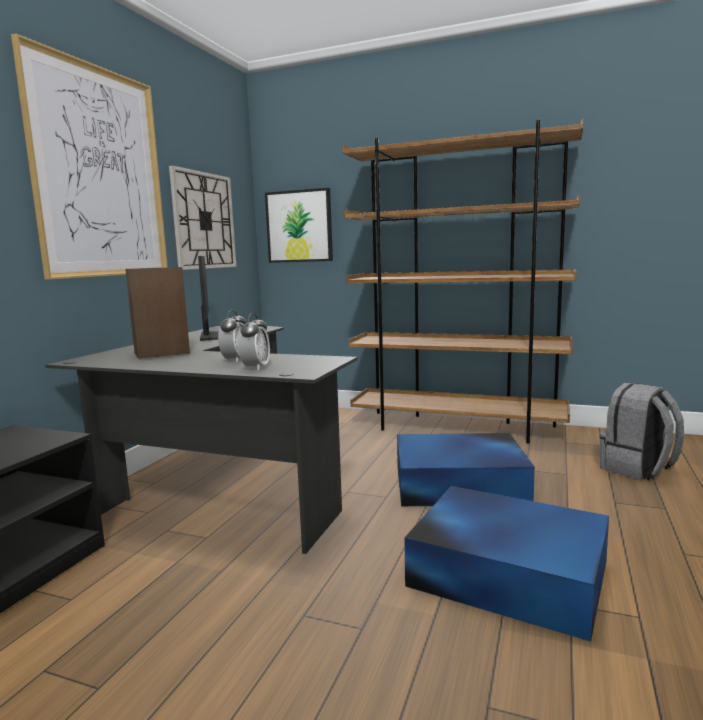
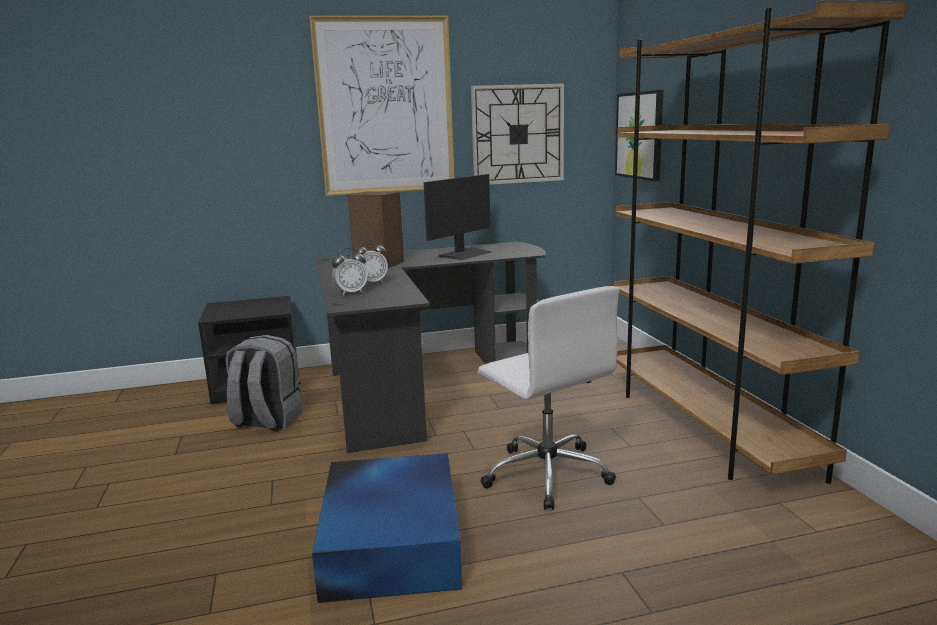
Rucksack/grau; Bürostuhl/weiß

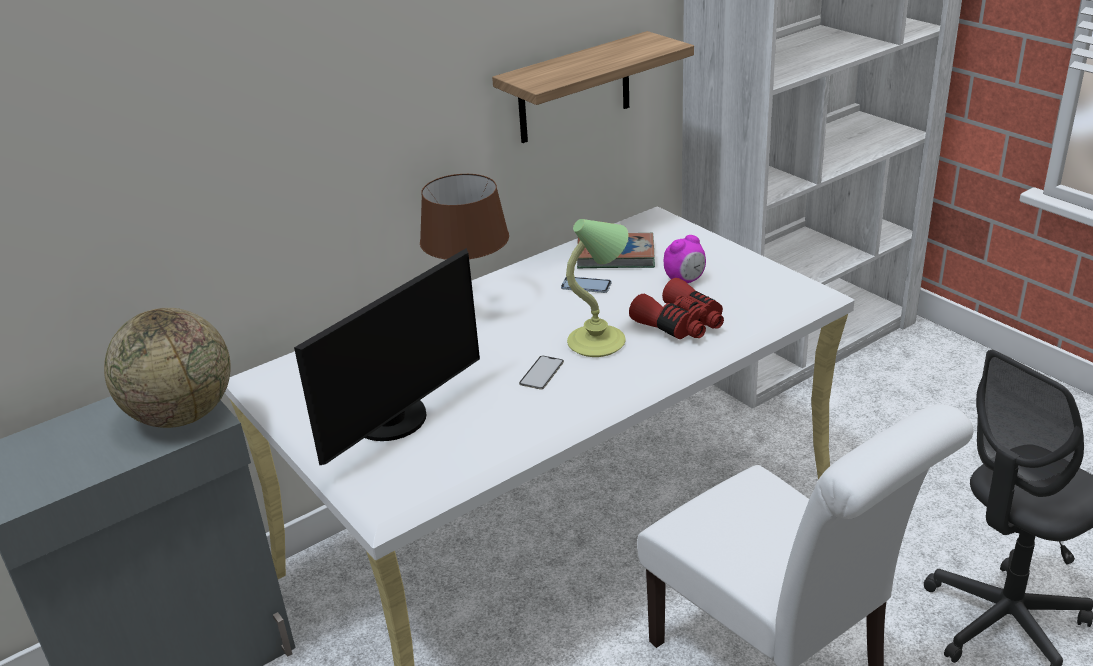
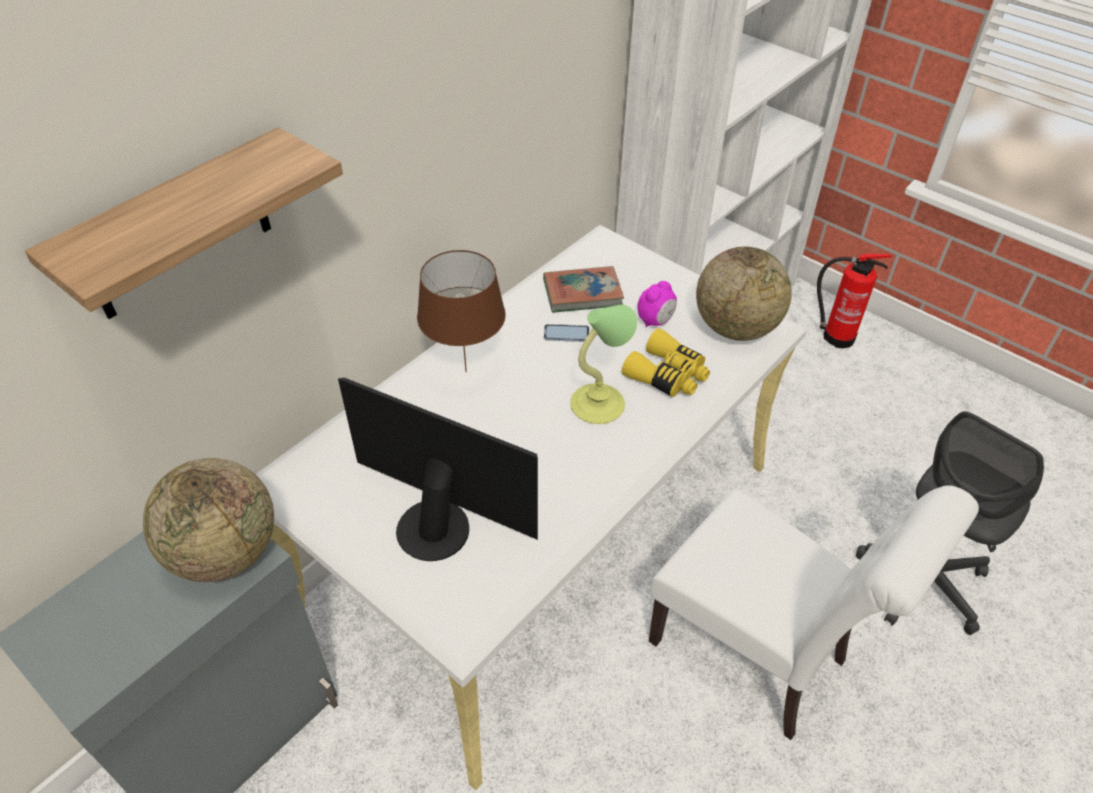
Wandregal; Monitor; Fernglas/gelb; Handy (1st from left in the first image); Globus (2nd from left); Feuerlöscher

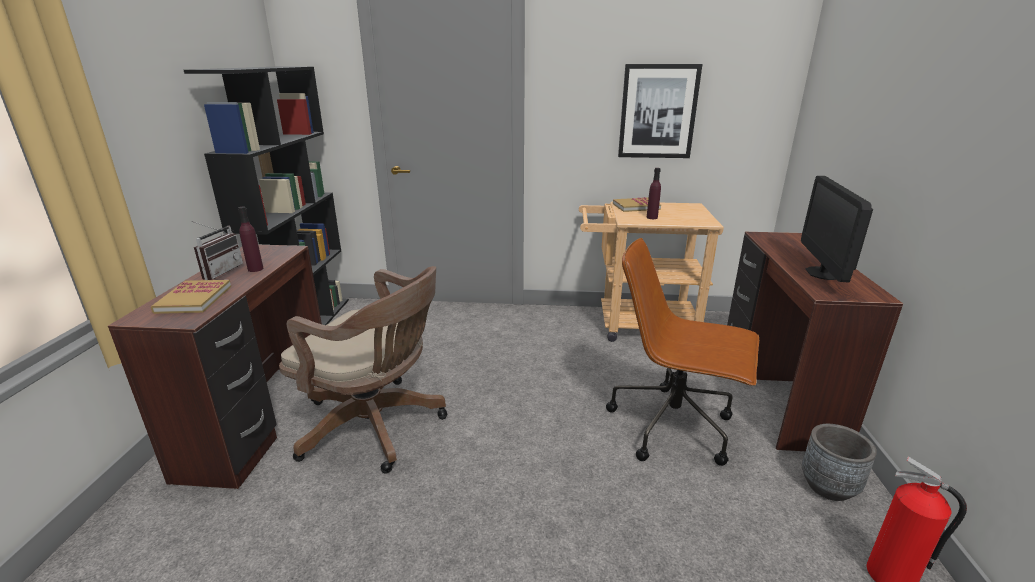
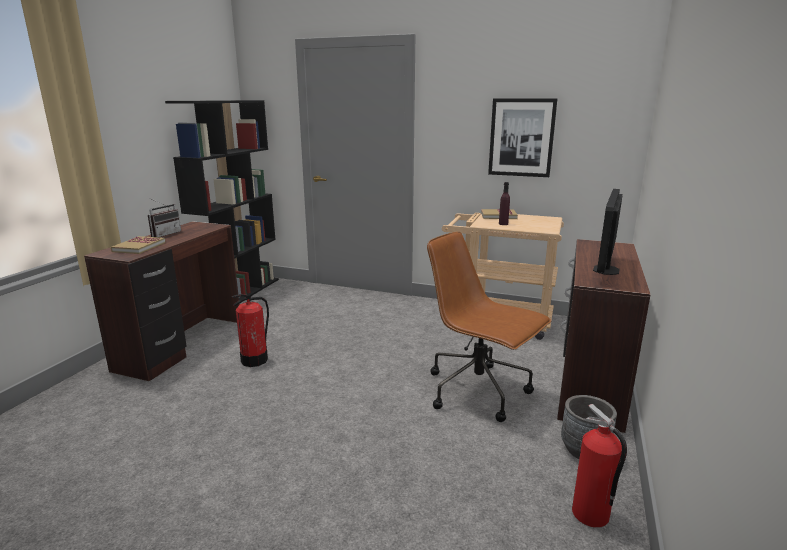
Flasche/lila (1st from left in the first image); Feuerlöscher (1st from left)

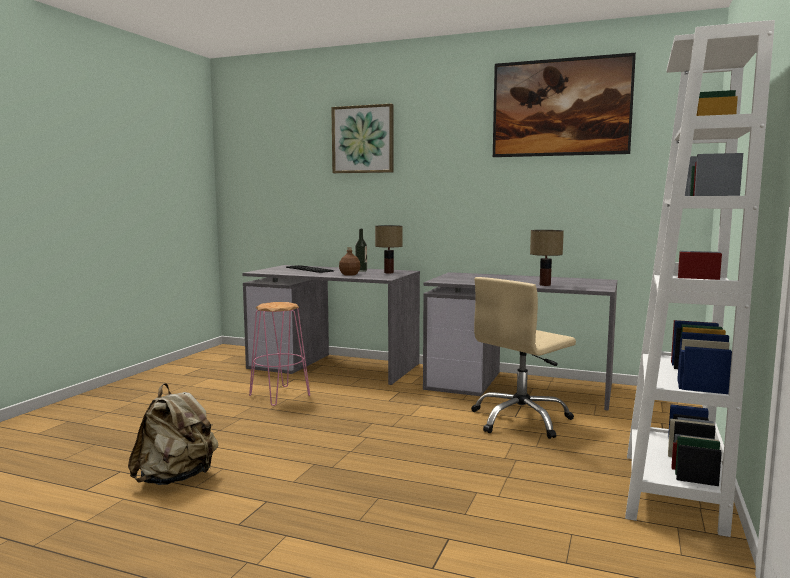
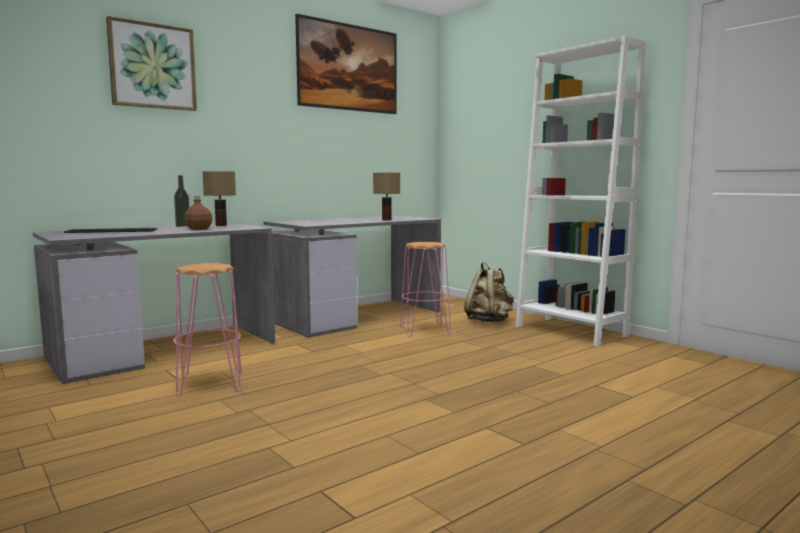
Hocker/rosa (2nd from left); Rucksack/beige

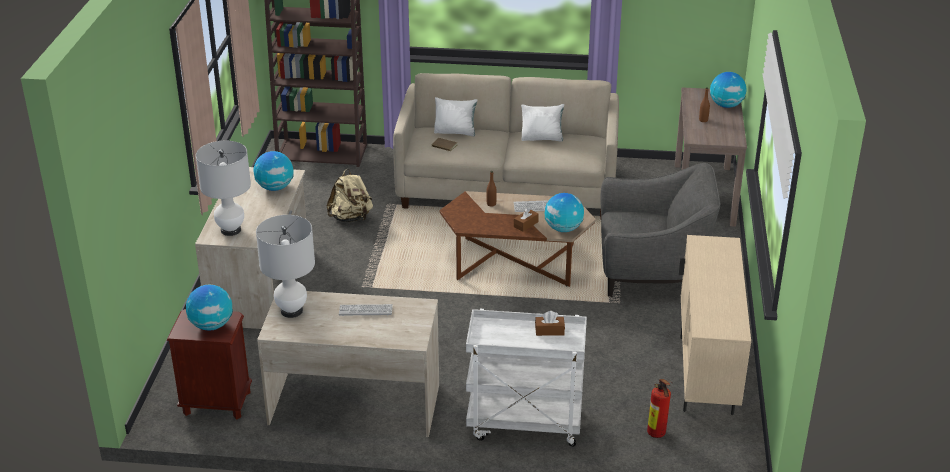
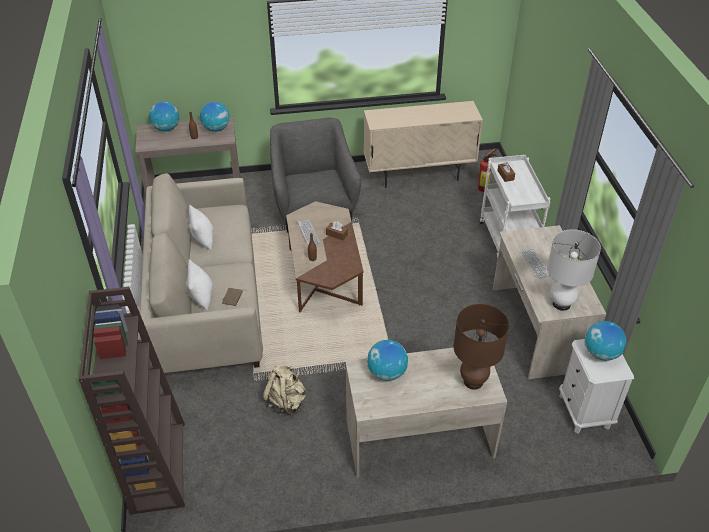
Tischlampe/braun; Globus (2nd from left); Nachttisch/weiß

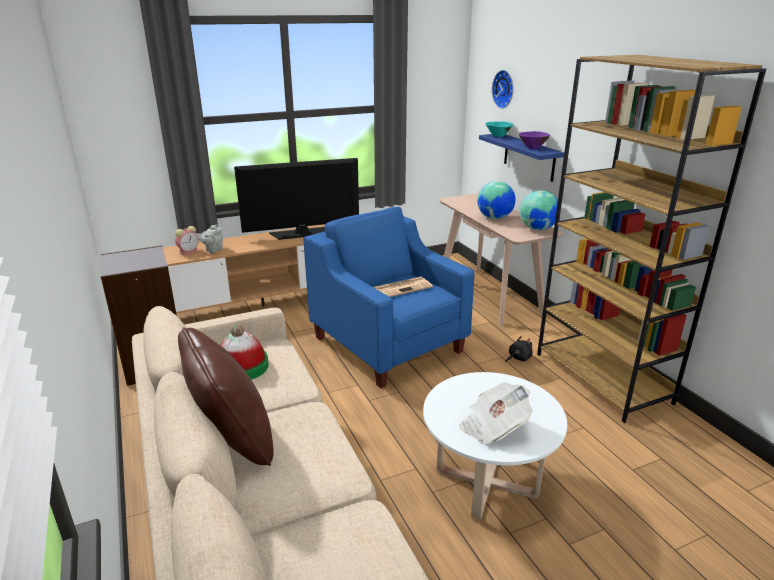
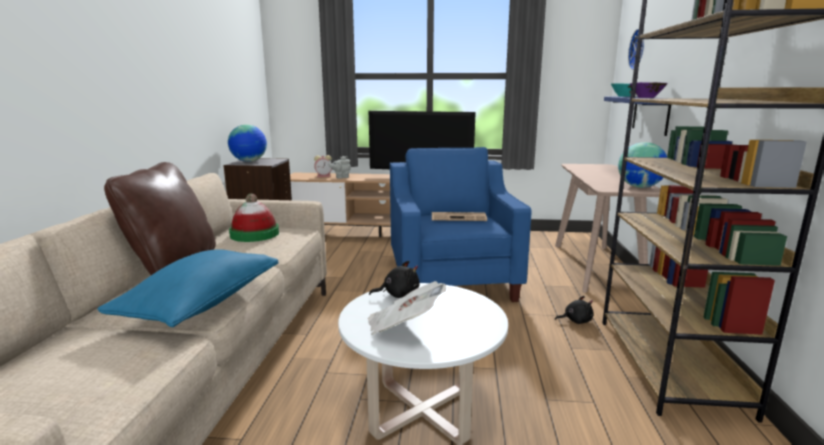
Globus (1st from left); Kissen/blau; Plüschtier/schwarz (1st from left)

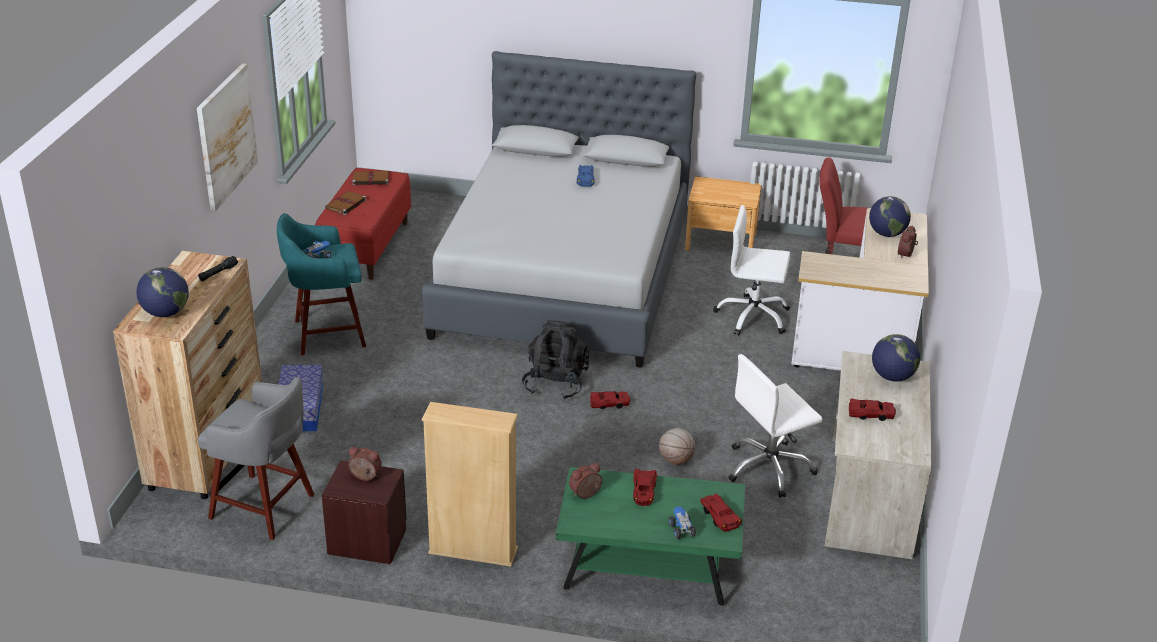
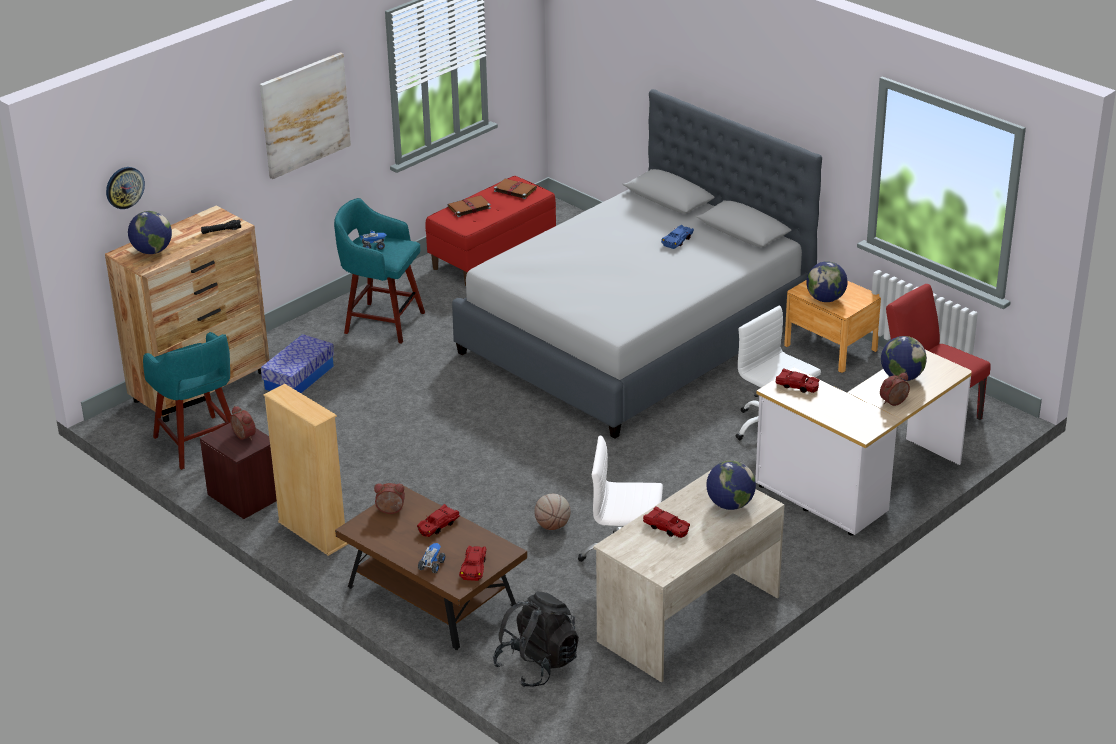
Rucksack/schwarz; Hocker/türkis (1st from left); Spielzeugauto/rot (4th from left); Couchtisch/braun; Wanduhr; Globus (3rd from left)

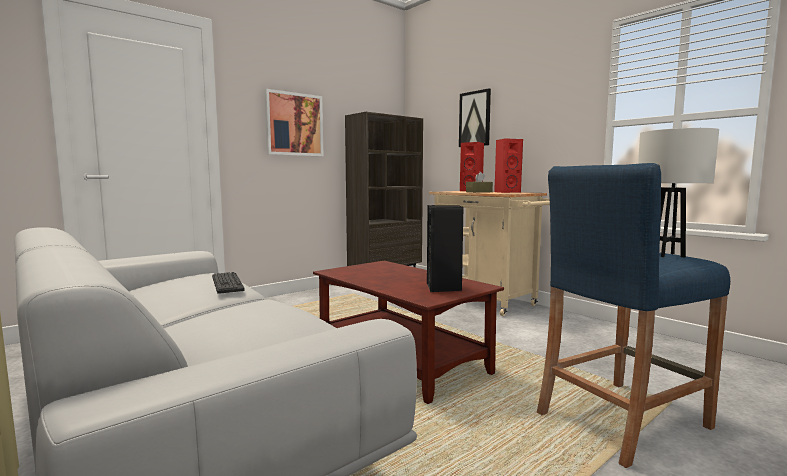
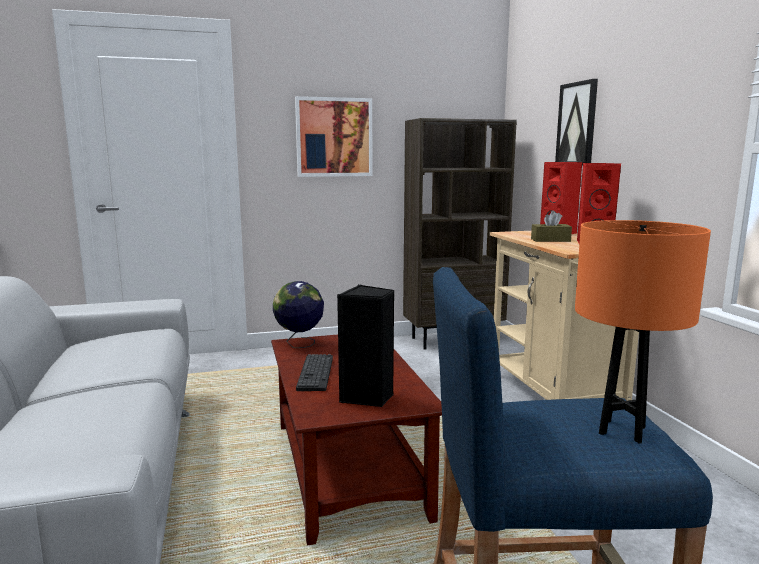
Tischlampe/orange; Tastatur; Globus

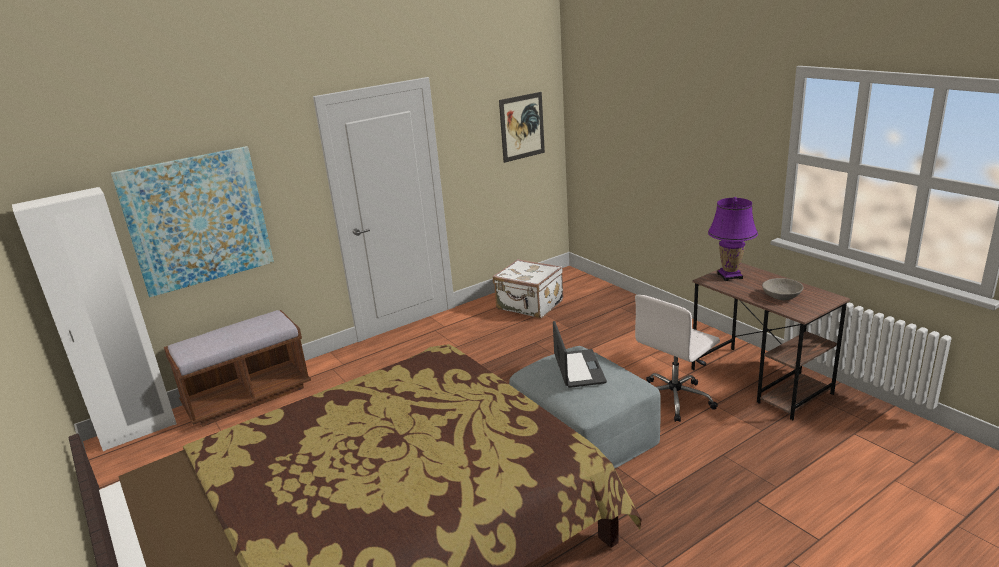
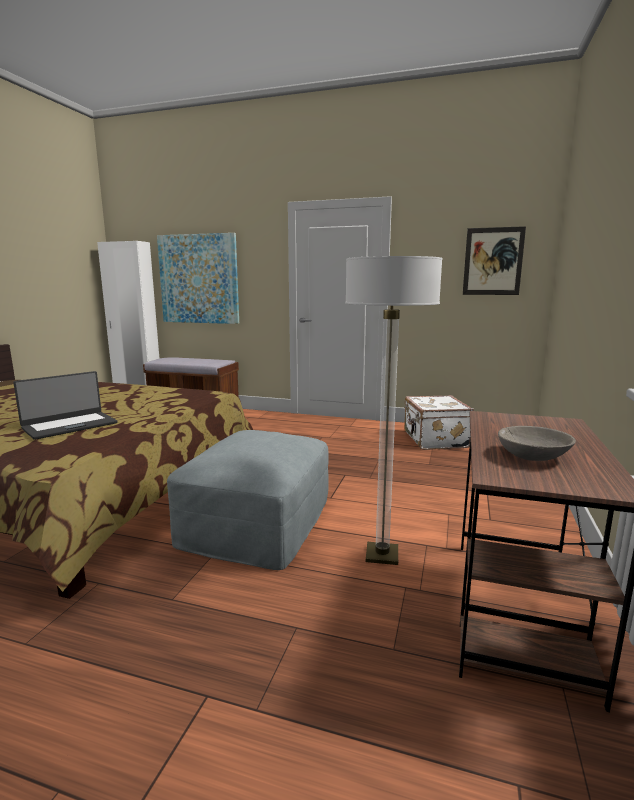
Tischlampe/lila; Stehlampe; Laptop

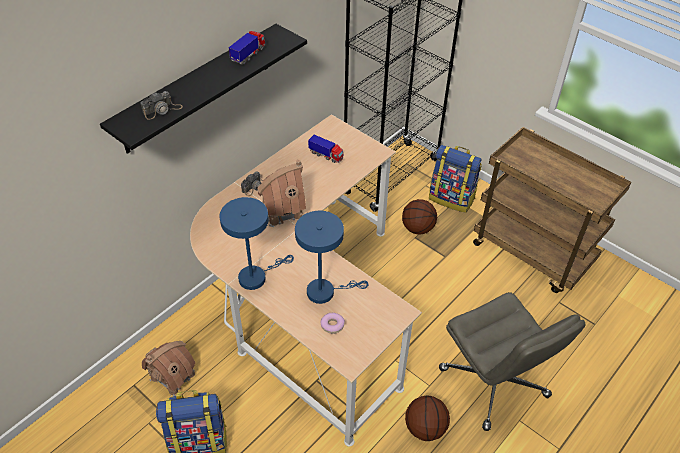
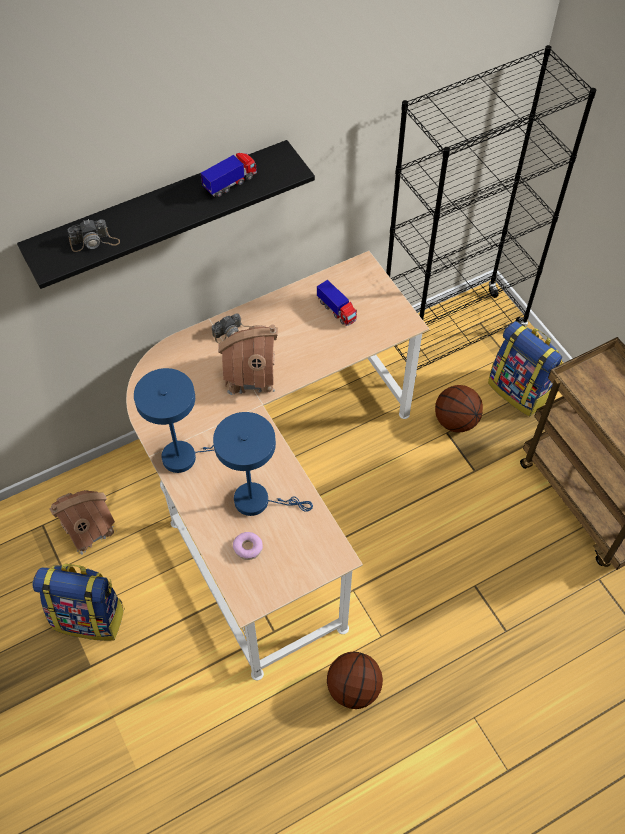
Bürostuhl/grau

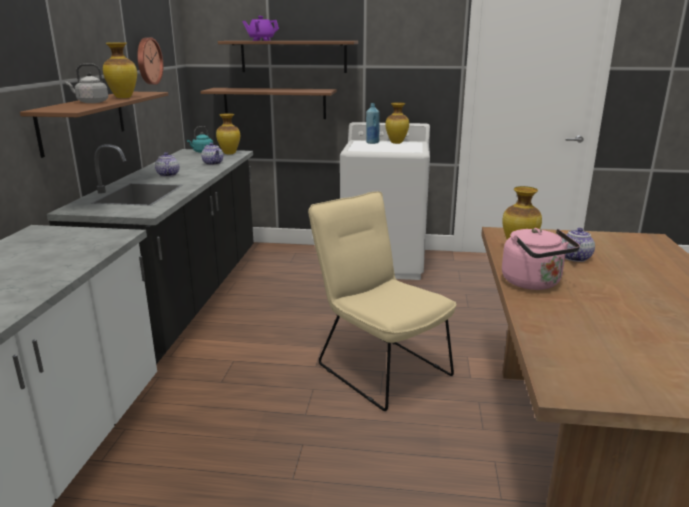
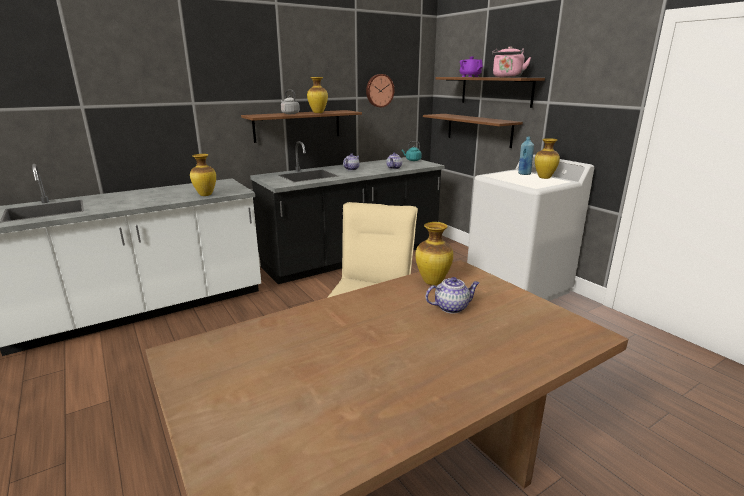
Vase (1st from left); Wasserkessel/rosa

